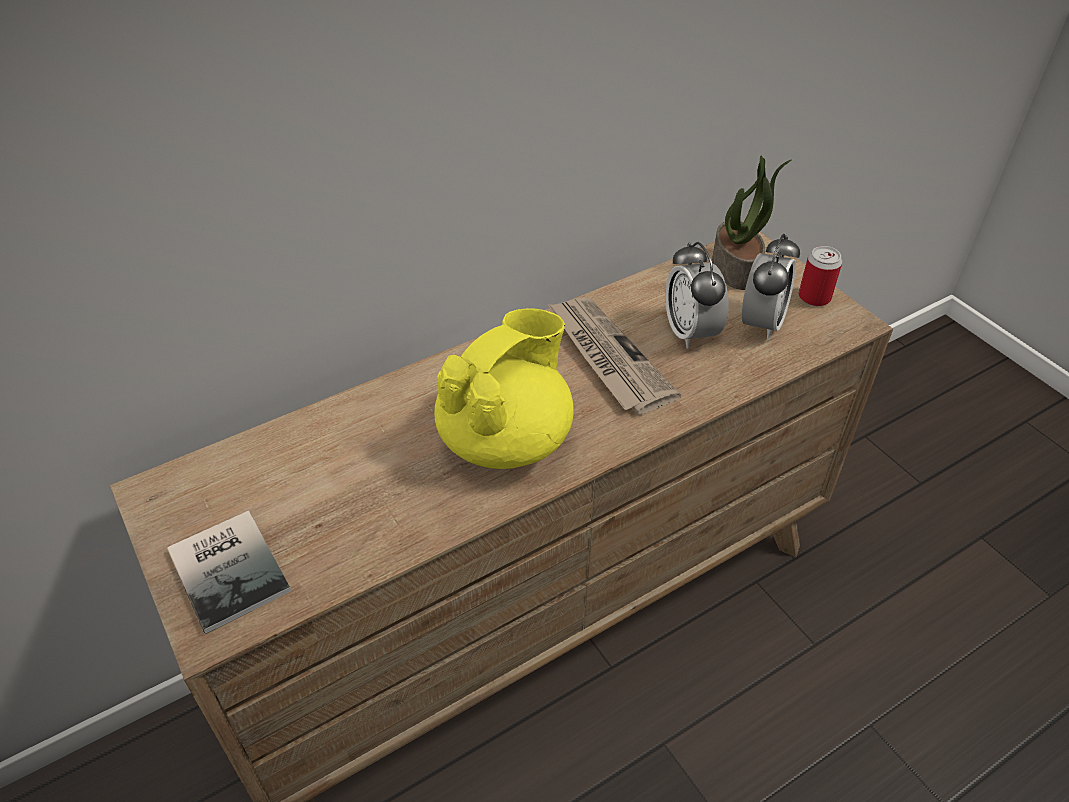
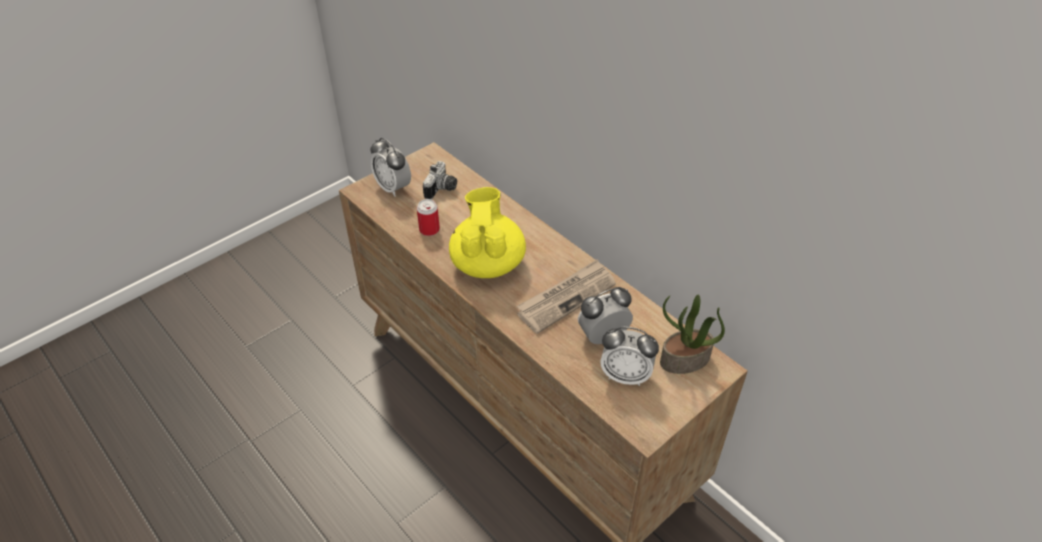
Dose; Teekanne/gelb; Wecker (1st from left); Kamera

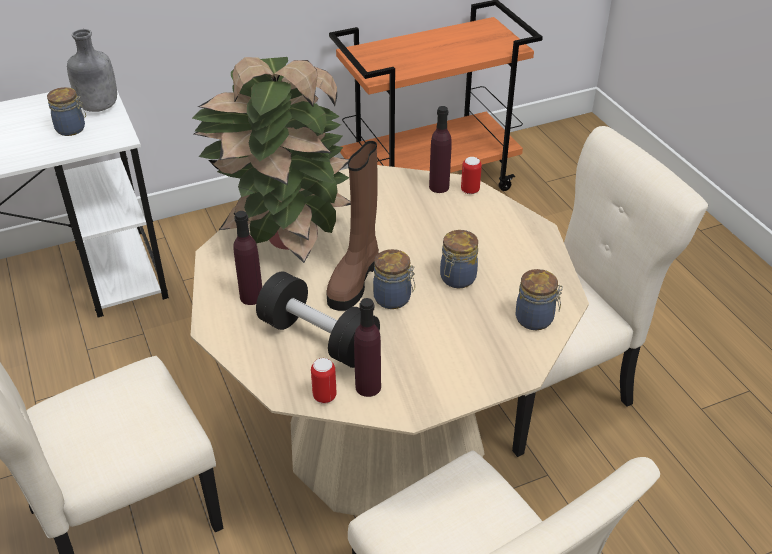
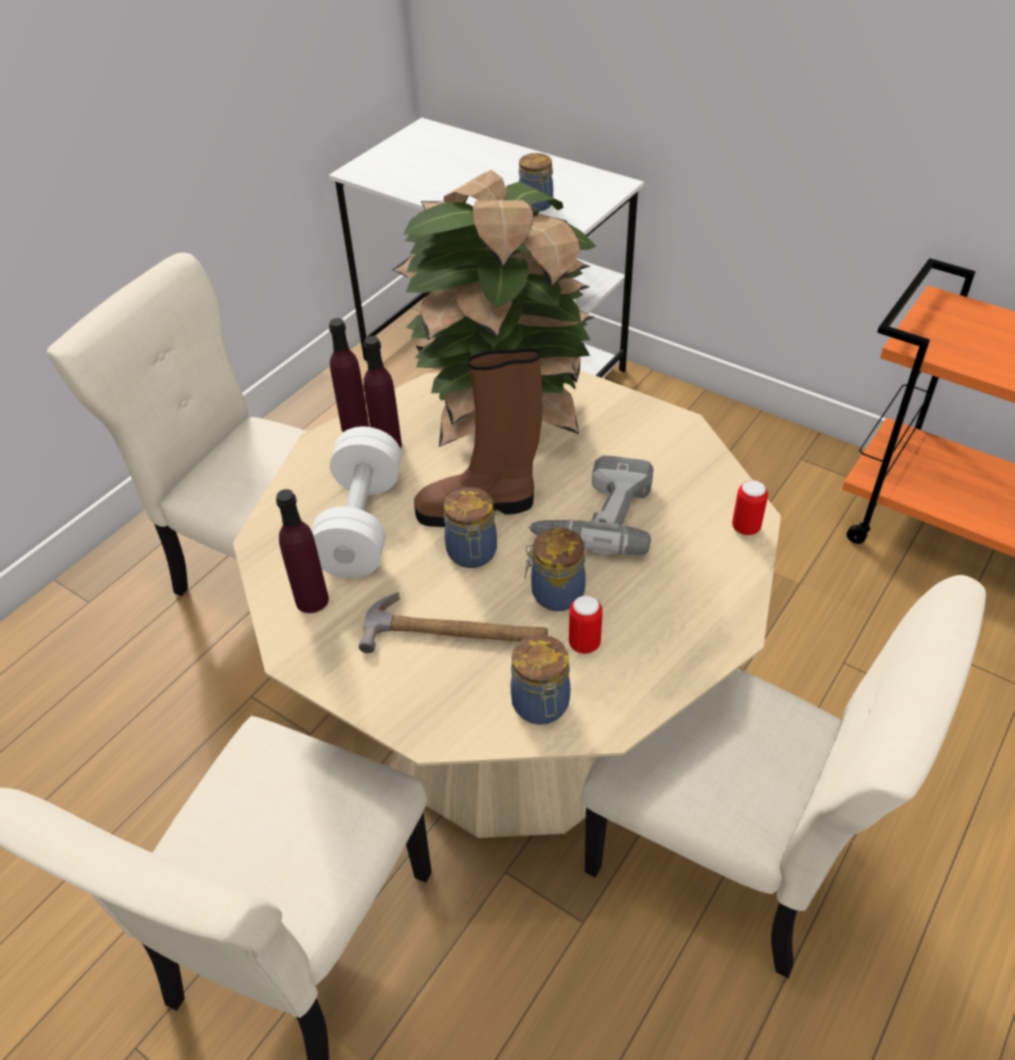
Flasche/grau; Flasche/lila (2nd from left); Hantel/weiß; Dose (1st from left); Bohrmaschine; Hammer

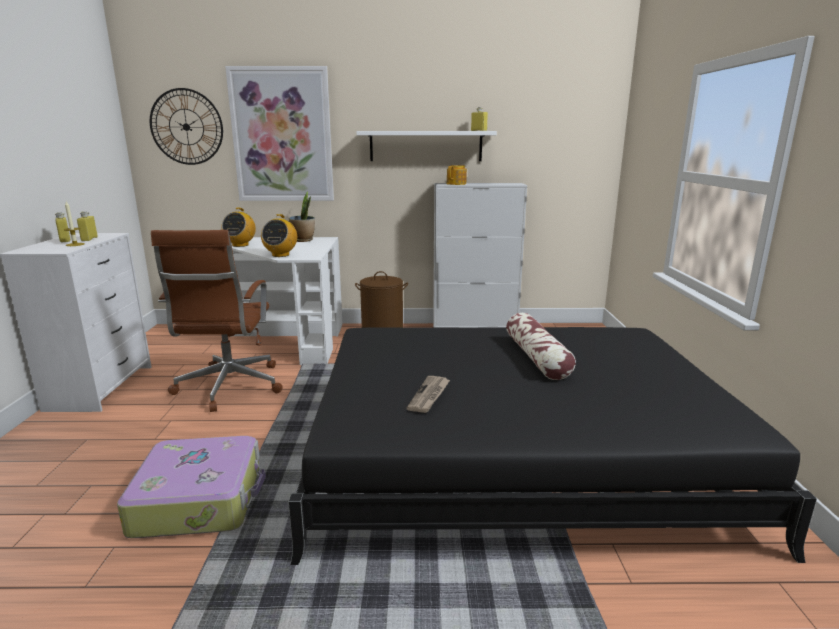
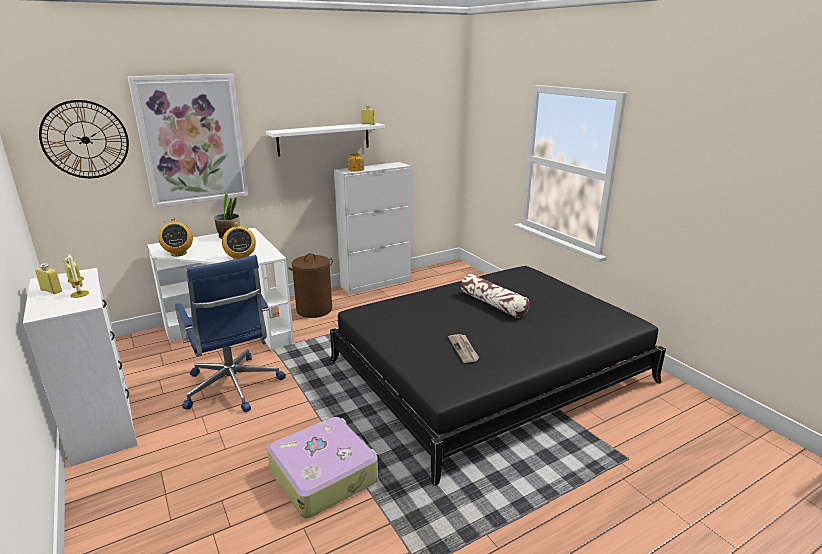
Bürostuhl/blau

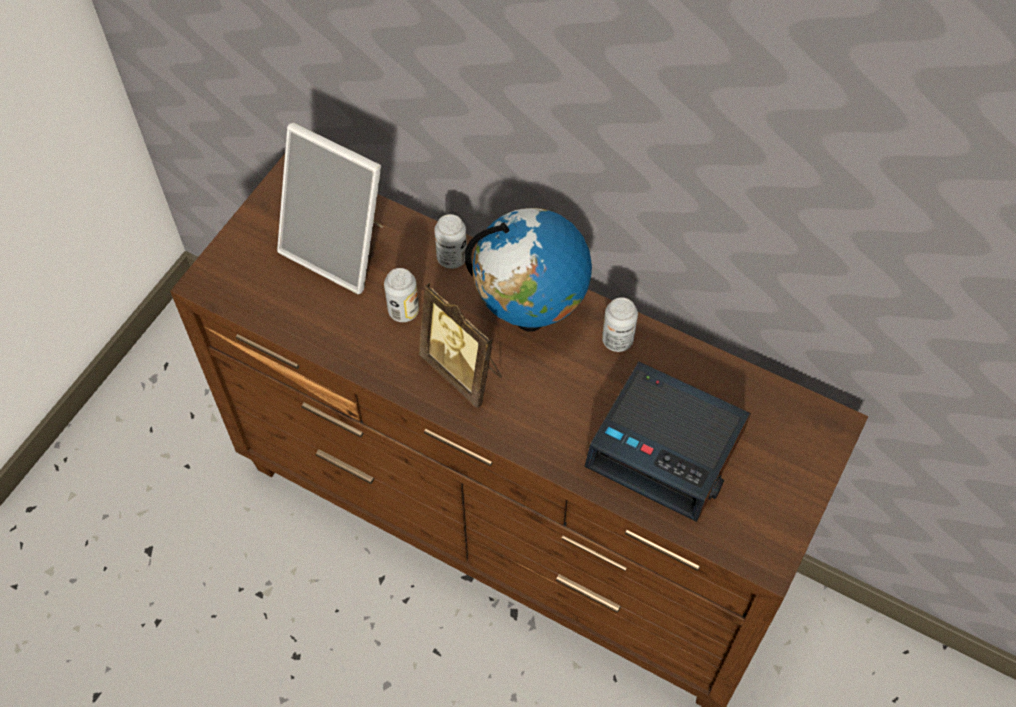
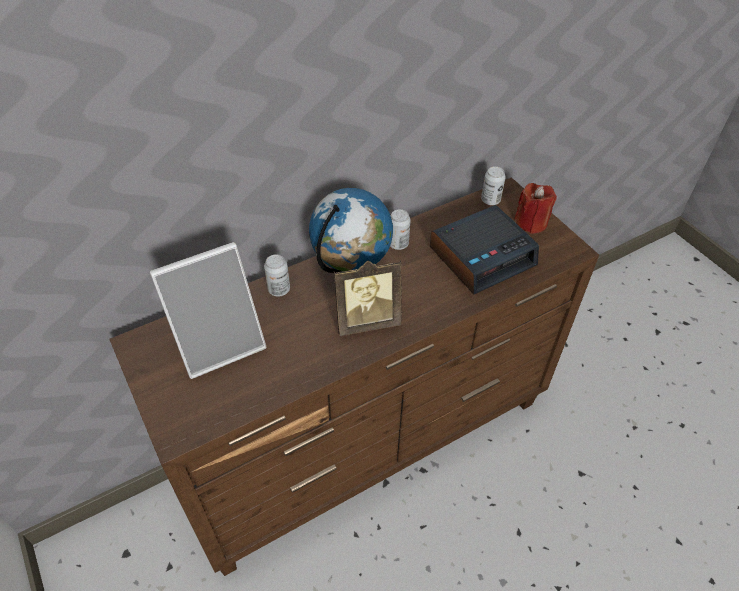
Dose (3rd from left); Kerze/rot

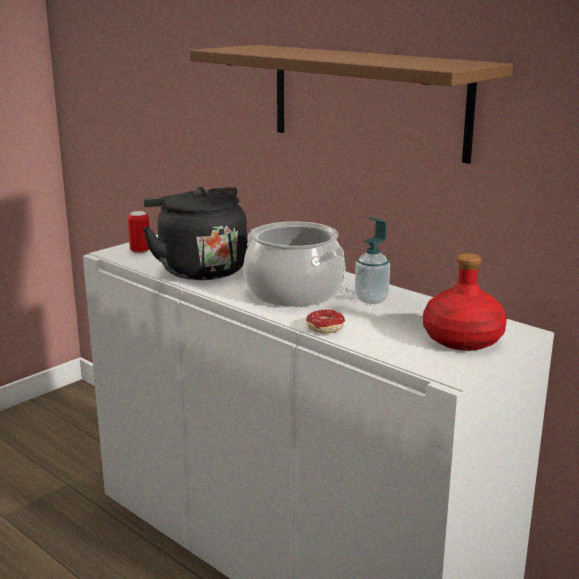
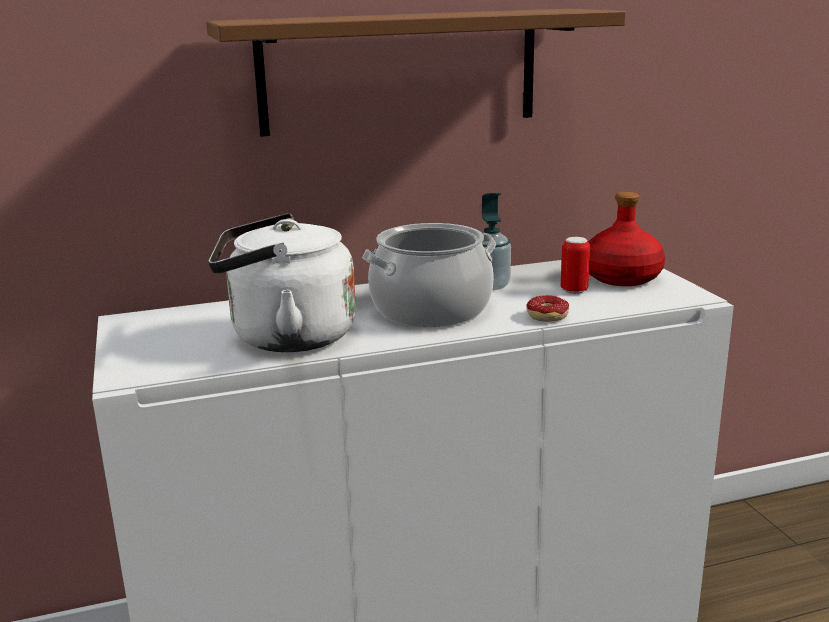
Wasserkessel/weiß; Dose

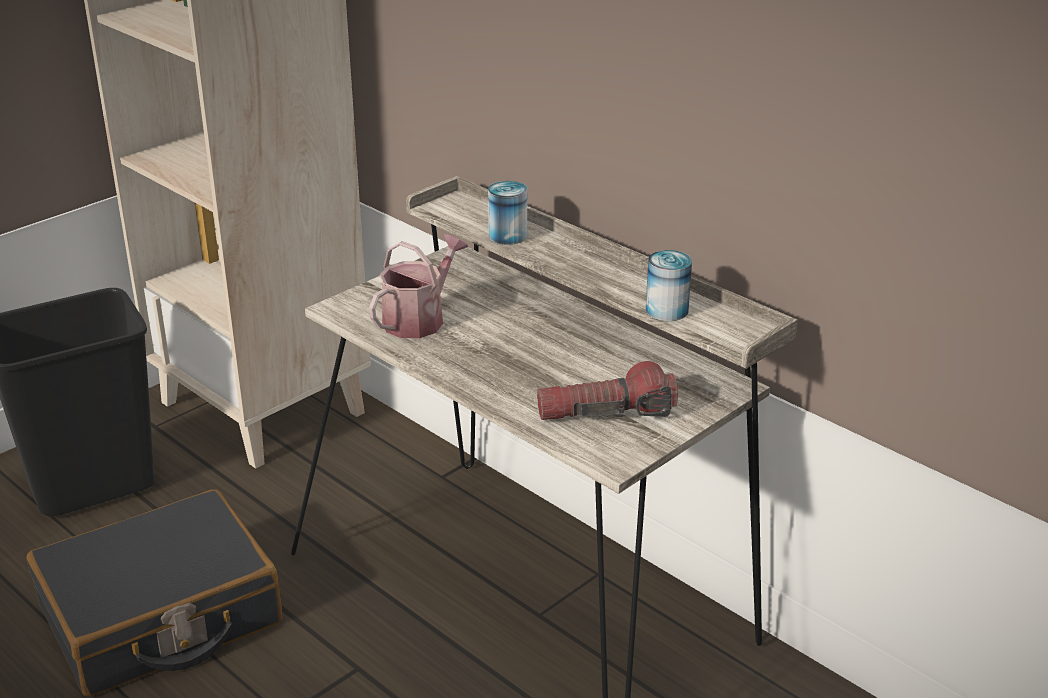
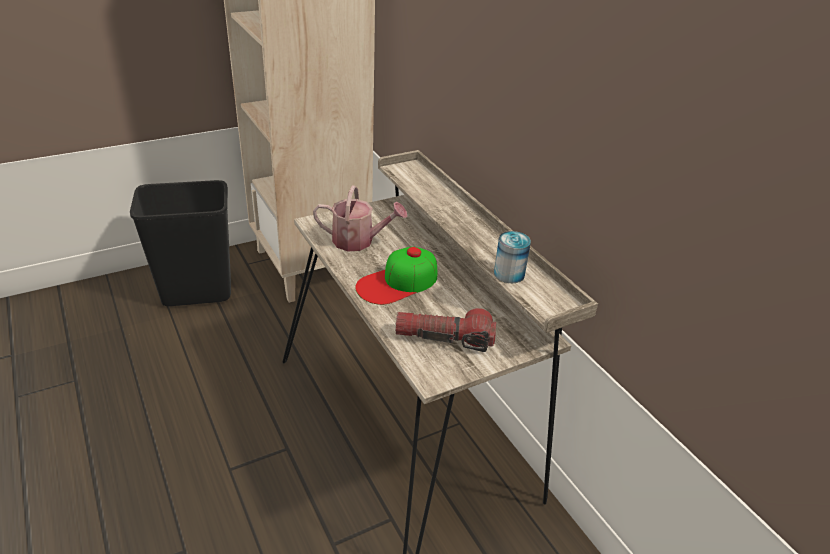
Dose (1st from left in the first image); Gießkanne; Koffer/schwarz; Kappe

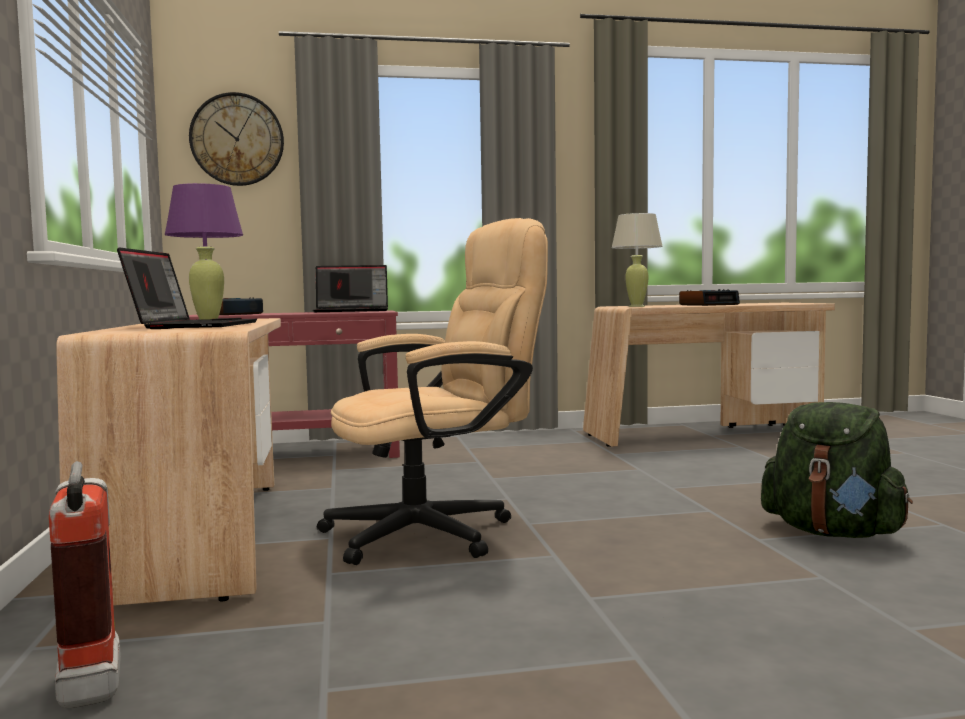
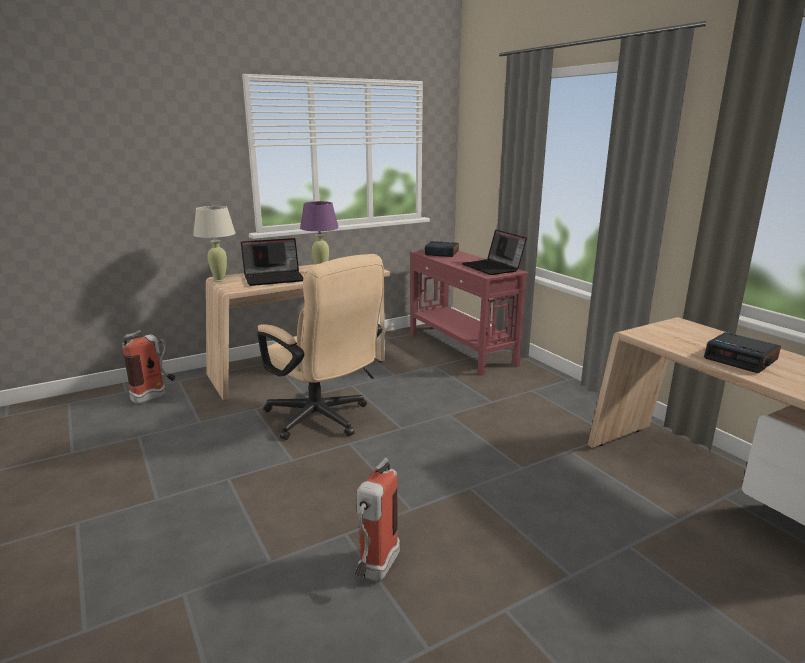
Wanduhr; Tischlampe/beige; Feuerlöscher (2nd from left)

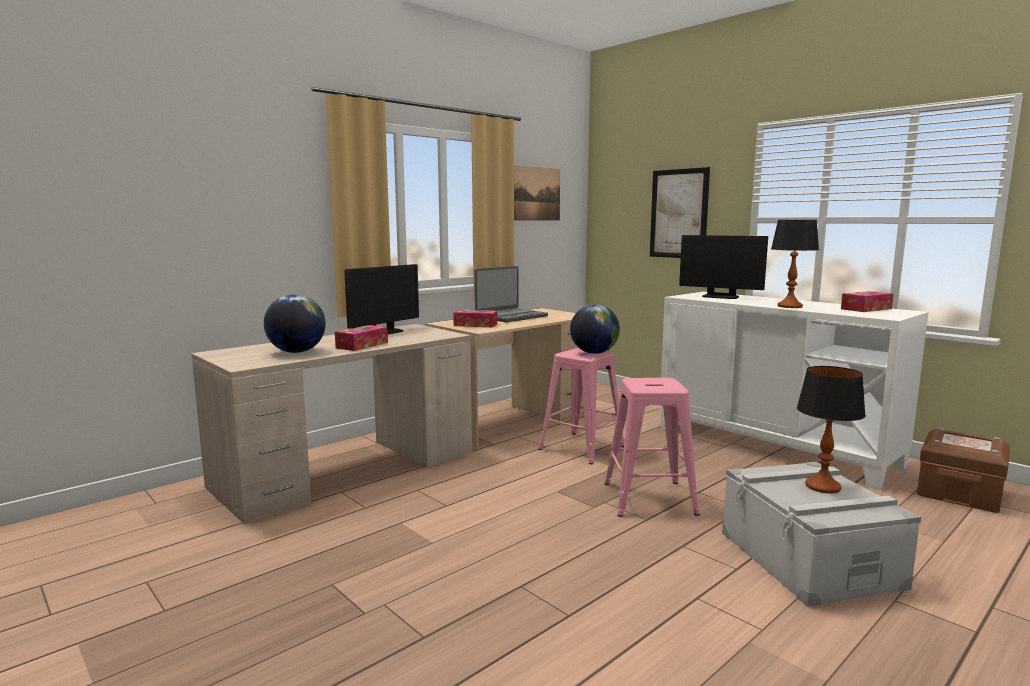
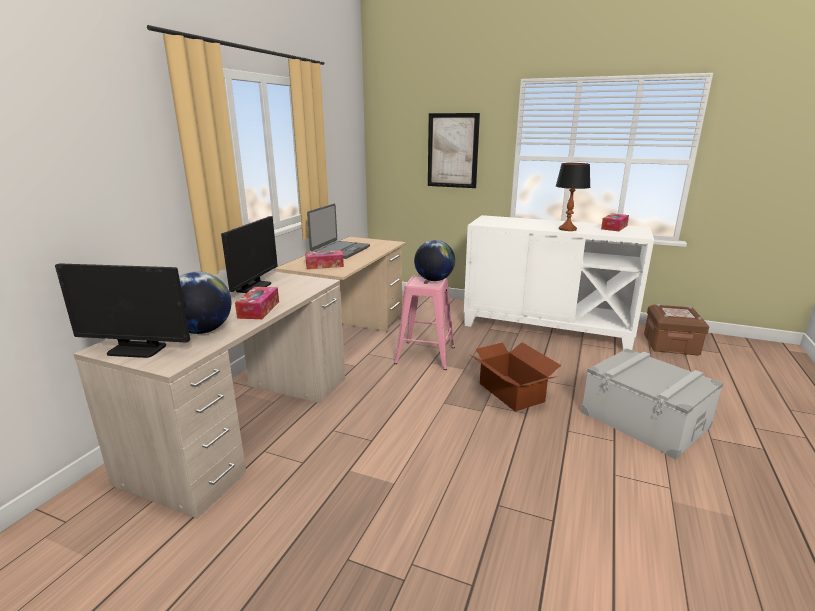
Bild (1st from left in the first image); Monitor (1st from left); Tischlampe (2nd from left in the first image); Karton

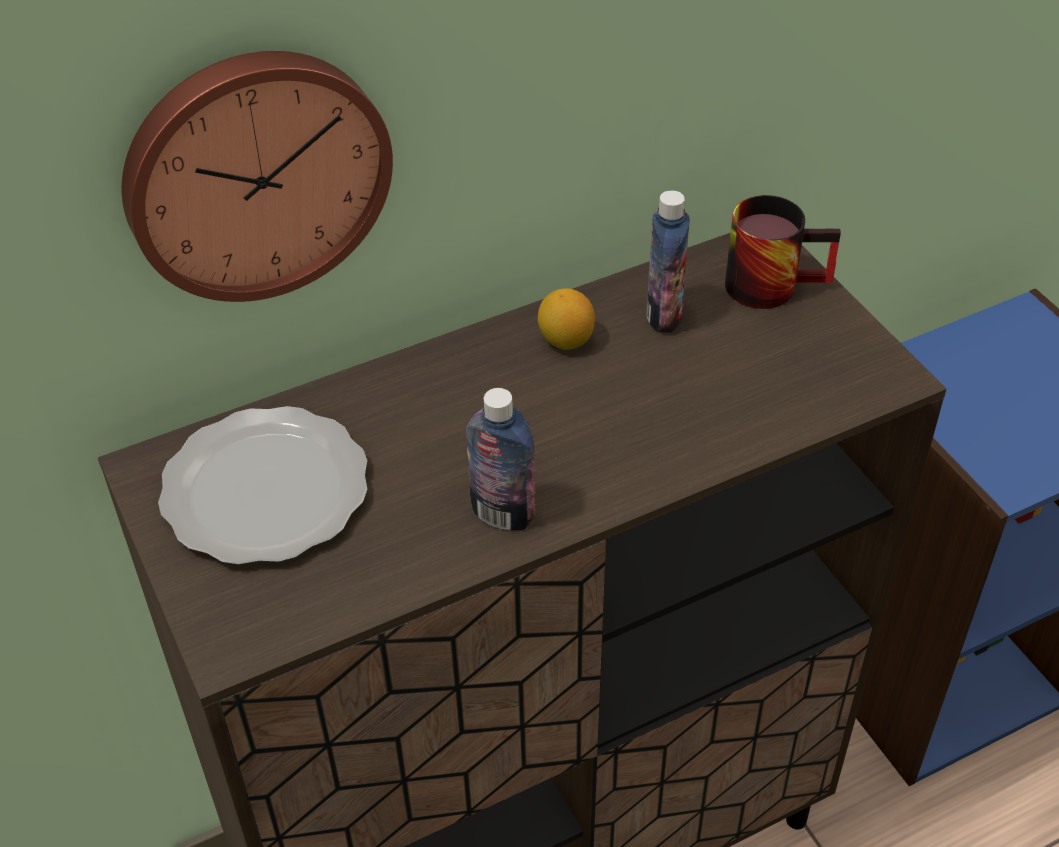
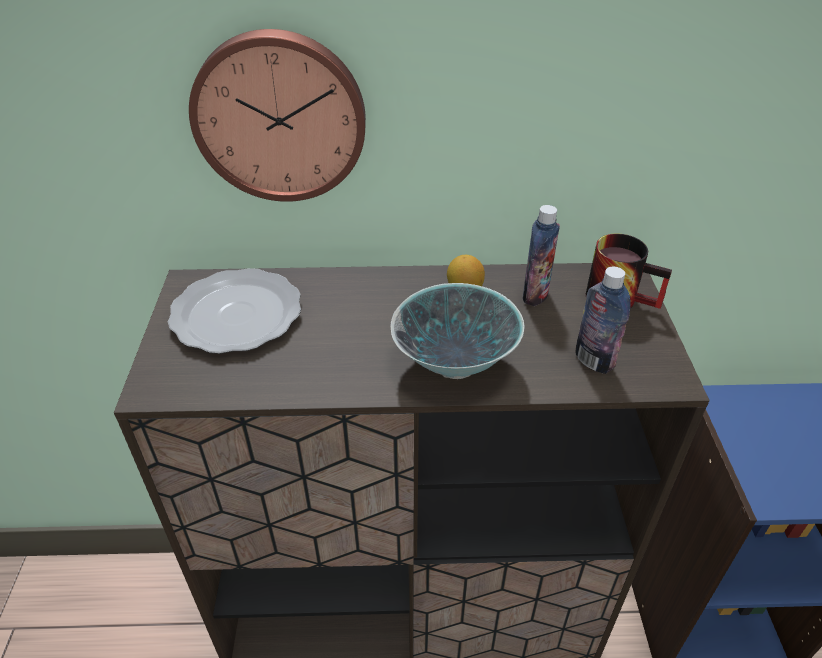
Flasche (2nd from left); Schüssel

